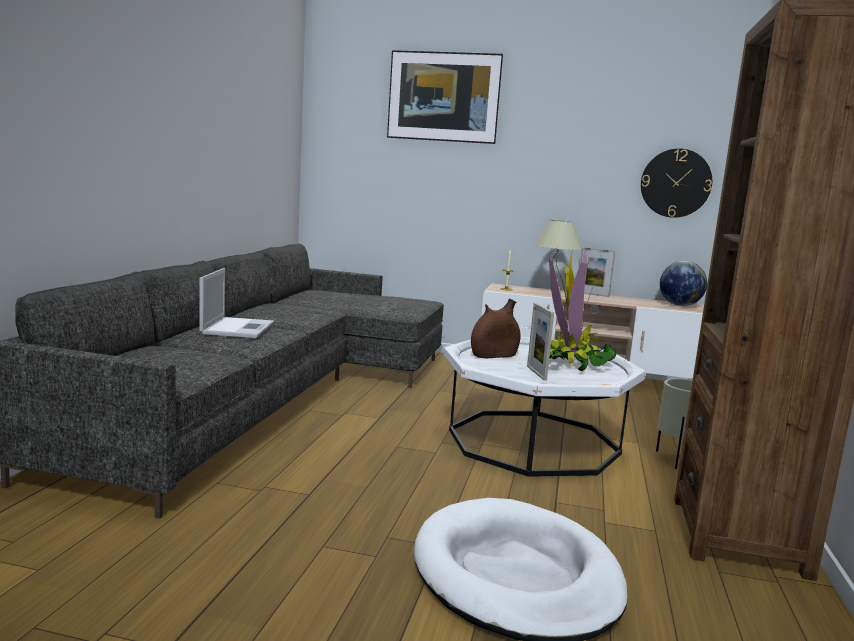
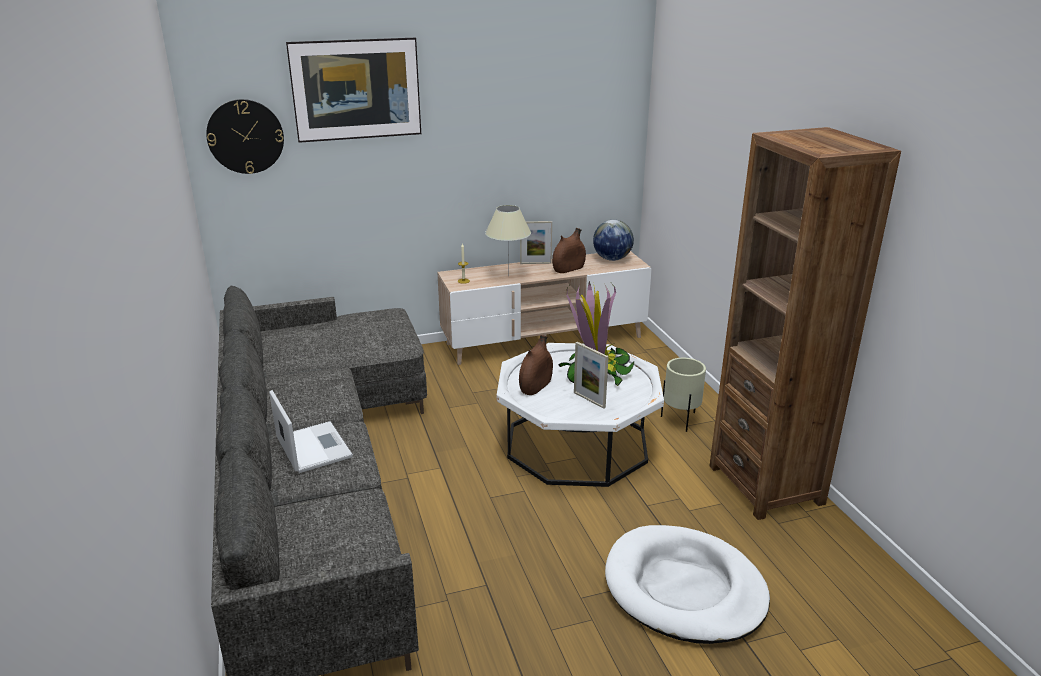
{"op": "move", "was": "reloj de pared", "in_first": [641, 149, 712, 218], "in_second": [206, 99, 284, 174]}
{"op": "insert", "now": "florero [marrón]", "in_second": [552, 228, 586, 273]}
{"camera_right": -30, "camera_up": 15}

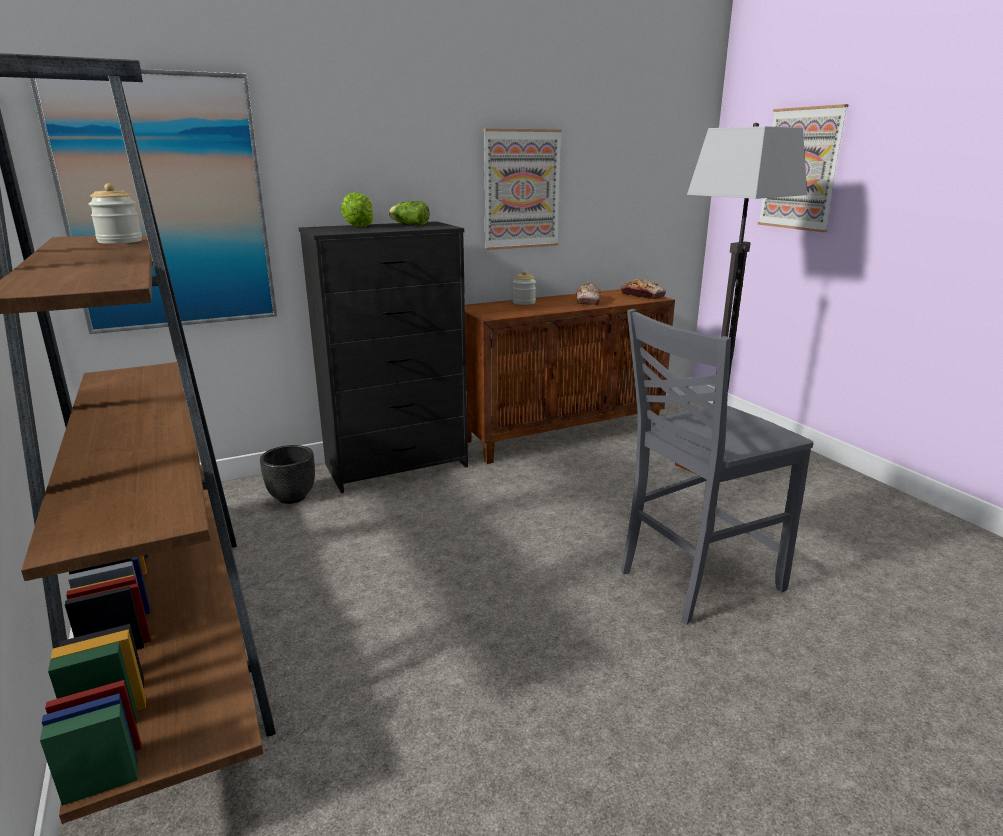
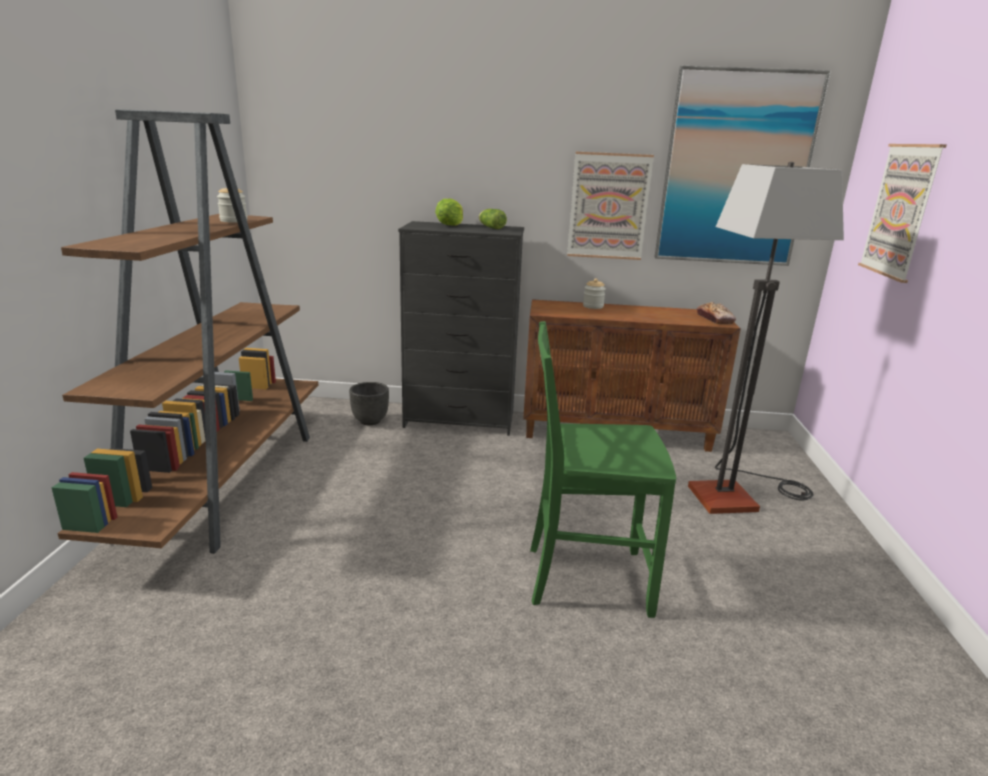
{"op": "move", "was": "cuadro", "in_first": [29, 69, 277, 334], "in_second": [654, 65, 830, 266]}
{"op": "delete", "was": "pan", "in_first": [576, 283, 600, 305]}
{"op": "recolor", "was": "silla [gris]", "now": "silla [verde]", "in_first": [621, 309, 814, 625], "in_second": [530, 321, 676, 618]}
{"camera_right": 30, "camera_up": 0}

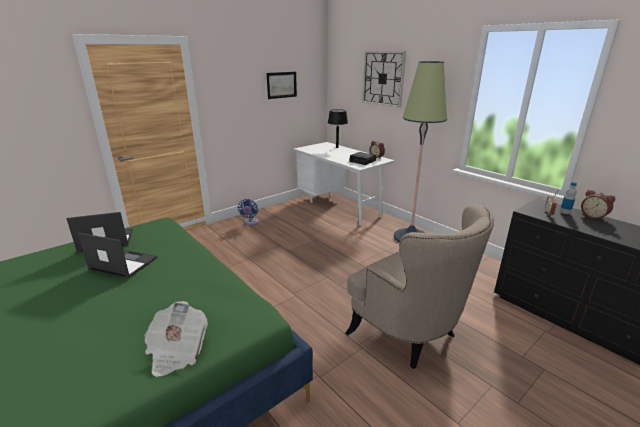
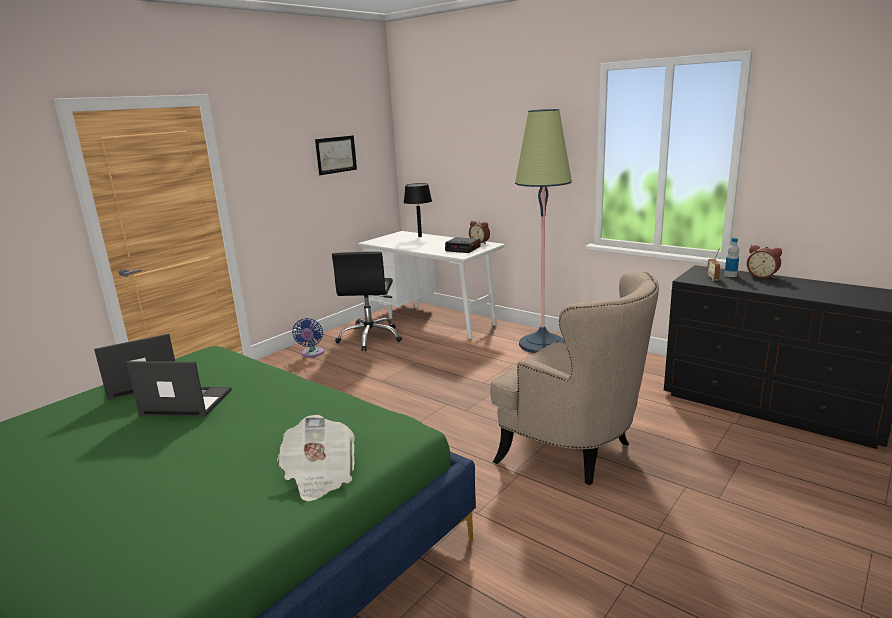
{"op": "delete", "was": "reloj de pared", "in_first": [362, 51, 406, 108]}
{"op": "insert", "now": "silla de oficina [negro]", "in_second": [332, 251, 402, 351]}
{"camera_right": -10, "camera_up": -5}

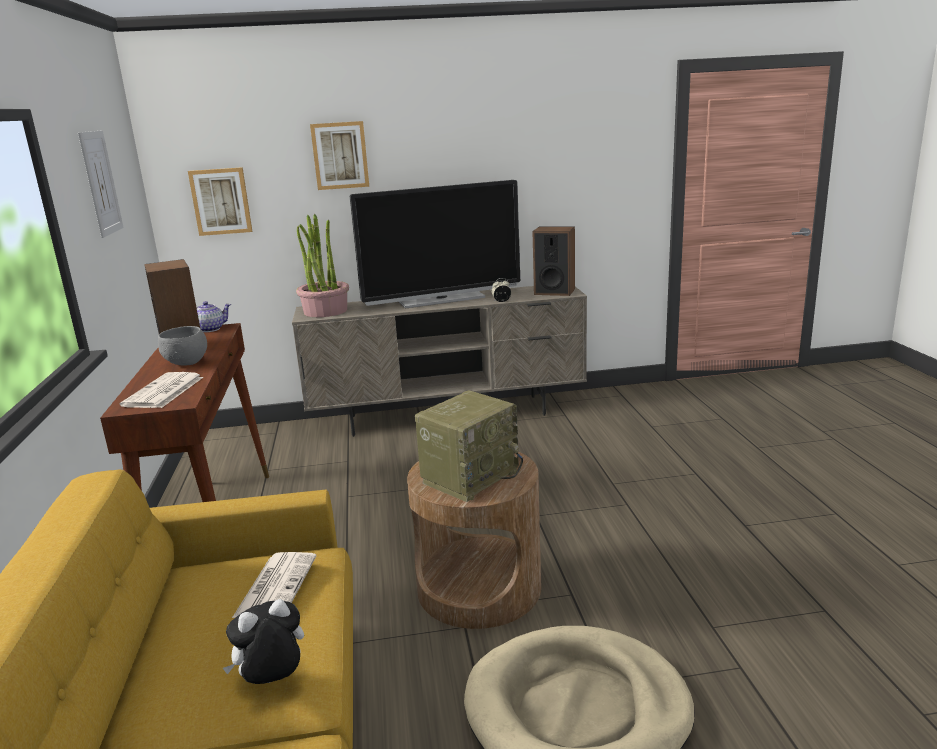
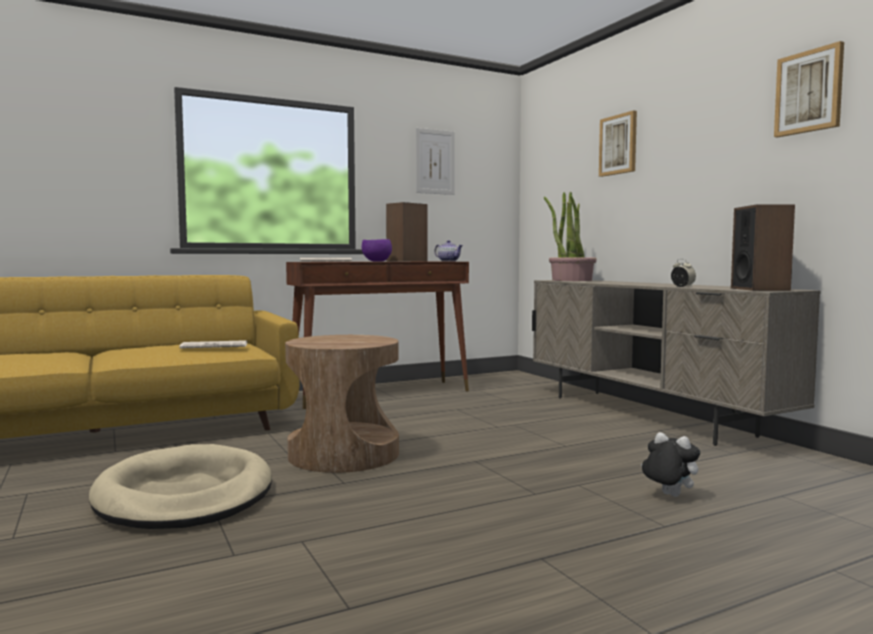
{"op": "move", "was": "cuadro", "in_first": [188, 167, 252, 236], "in_second": [774, 41, 844, 137]}
{"op": "delete", "was": "televisor", "in_first": [350, 180, 520, 309]}
{"op": "recolor", "was": "cuenco [gris]", "now": "cuenco [morado]", "in_first": [158, 326, 207, 366], "in_second": [362, 239, 392, 262]}
{"op": "delete", "was": "radio", "in_first": [415, 390, 523, 502]}
{"op": "move", "was": "peluche", "in_first": [223, 599, 304, 684], "in_second": [641, 432, 700, 497]}
{"camera_right": 70, "camera_up": -15}

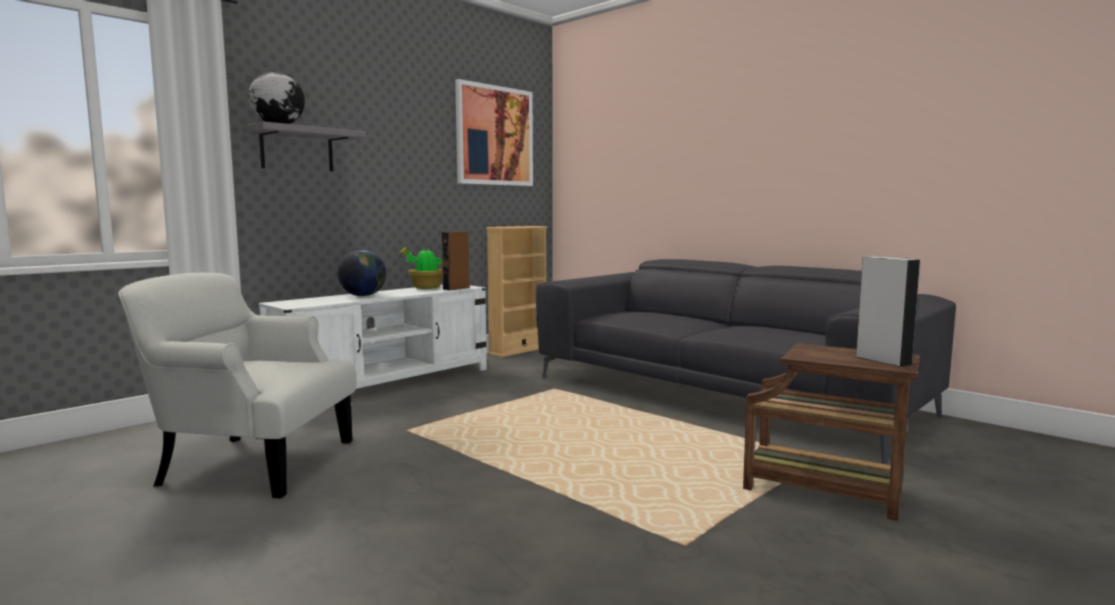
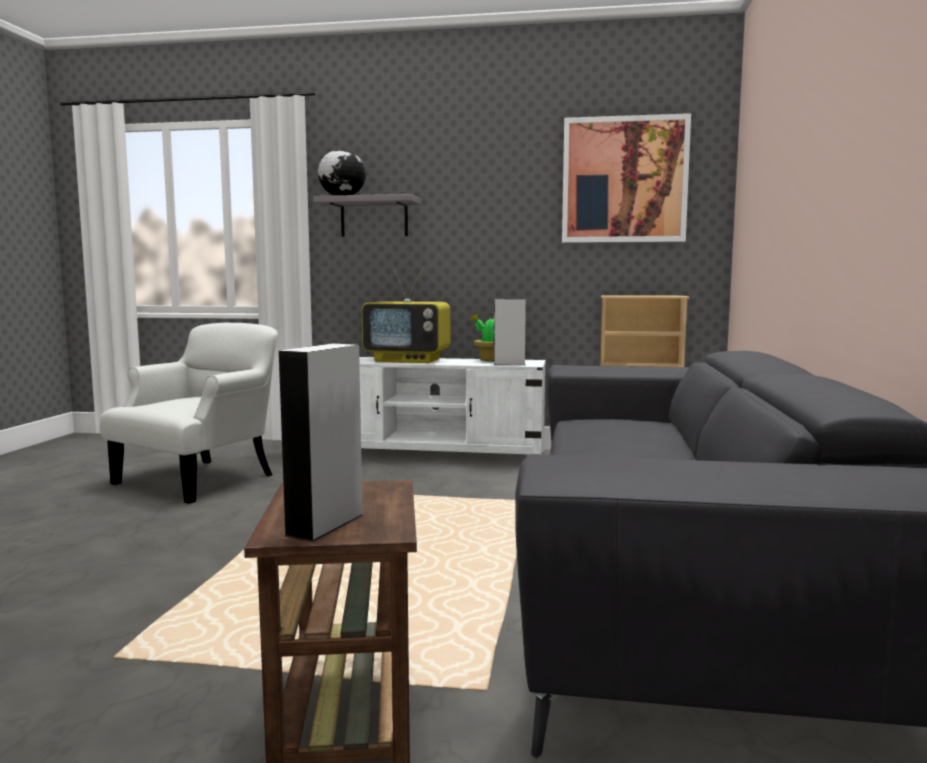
{"op": "recolor", "was": "altavoz [marrón]", "now": "altavoz [gris]", "in_first": [442, 232, 470, 290], "in_second": [494, 299, 526, 365]}
{"op": "replace", "was": "globo terráqueo", "now": "televisor", "in_first": [338, 250, 386, 296], "in_second": [362, 267, 450, 363]}
{"op": "rotate", "was": "sillón [blanco]", "in_first": [118, 273, 357, 498], "in_second": [100, 323, 278, 504], "clockwise": 60}
{"camera_right": 55, "camera_up": 0}

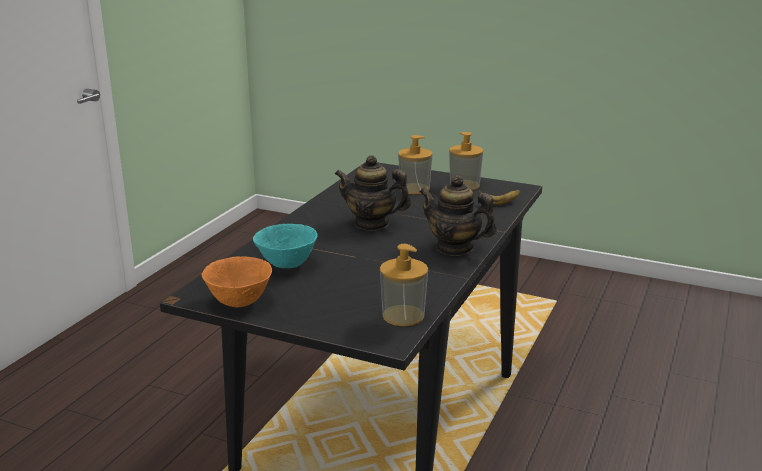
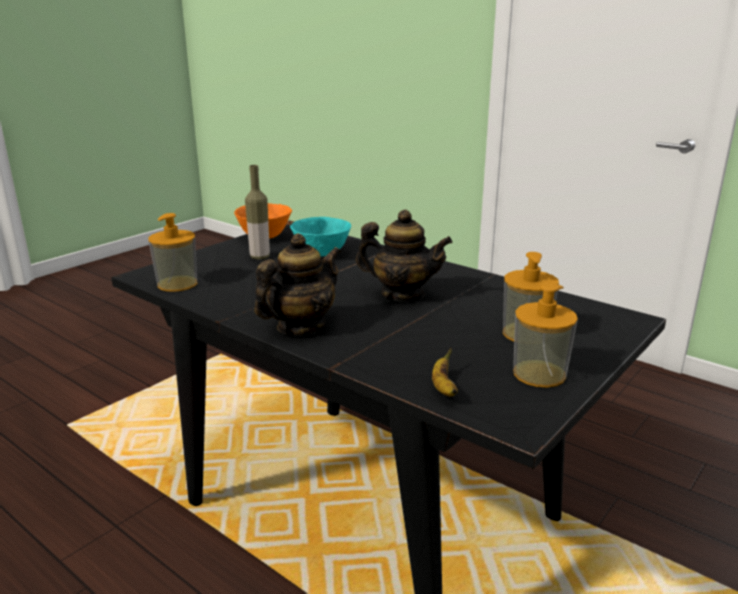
{"op": "rotate", "was": "tetera", "in_first": [335, 155, 411, 231], "in_second": [356, 210, 452, 301], "clockwise": 75}
{"op": "insert", "now": "botella", "in_second": [245, 165, 270, 259]}
{"camera_right": 105, "camera_up": 0}

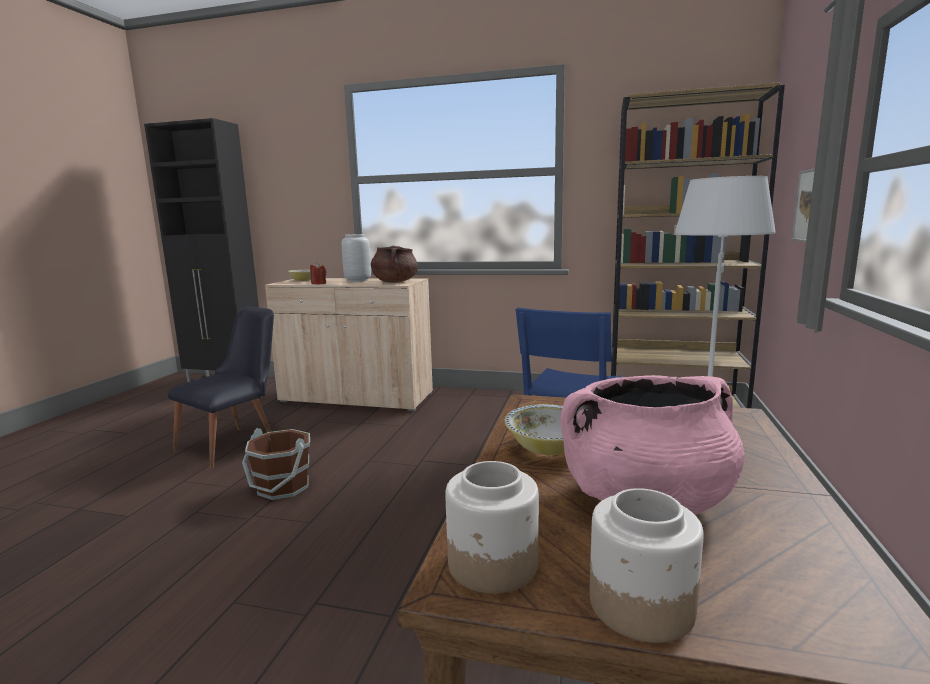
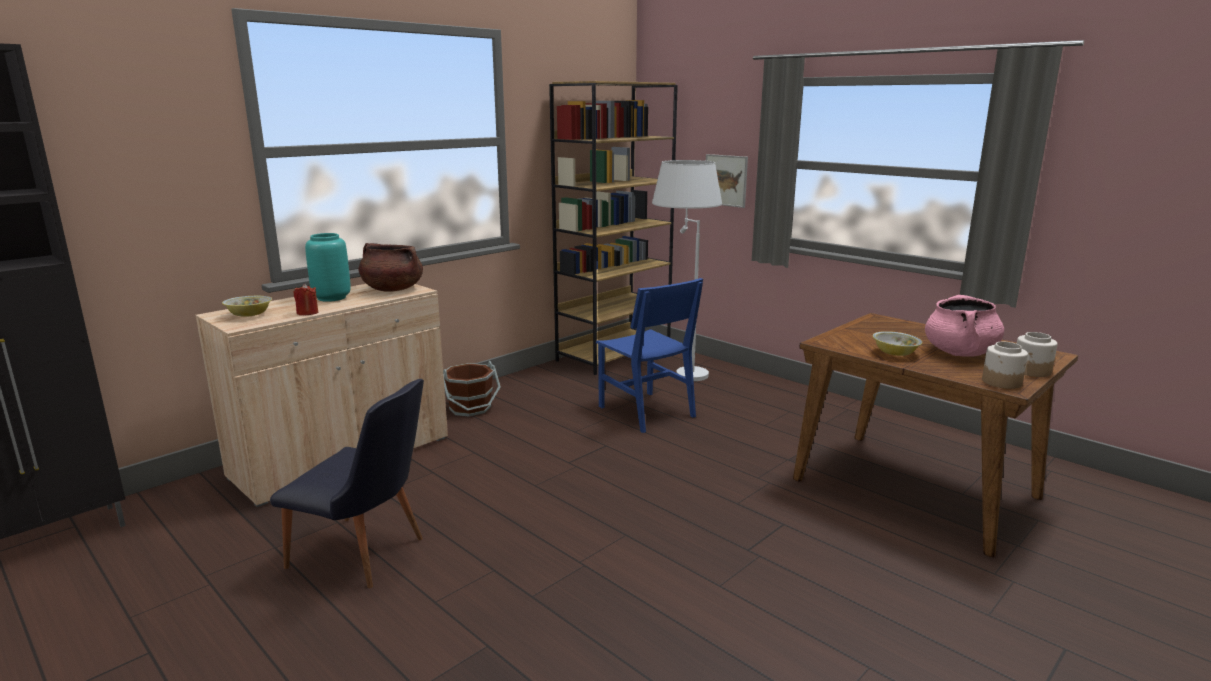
{"op": "recolor", "was": "florero [gris]", "now": "florero [turquesa]", "in_first": [342, 234, 371, 282], "in_second": [305, 233, 351, 302]}
{"op": "rotate", "was": "silla [negro]", "in_first": [167, 306, 274, 469], "in_second": [270, 379, 424, 588], "clockwise": 135}
{"op": "move", "was": "cubo [marrón]", "in_first": [242, 428, 310, 500], "in_second": [443, 361, 501, 417]}
{"camera_right": -60, "camera_up": 5}

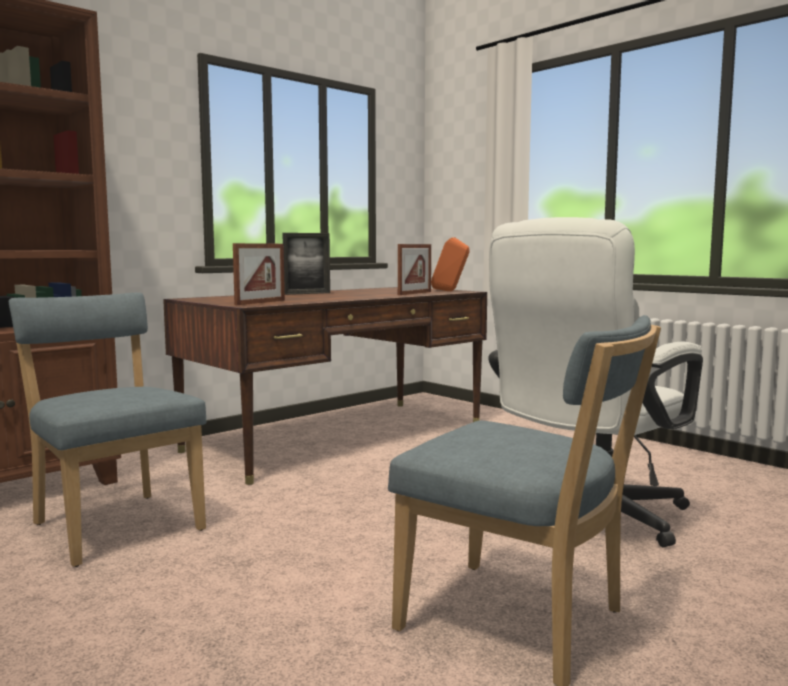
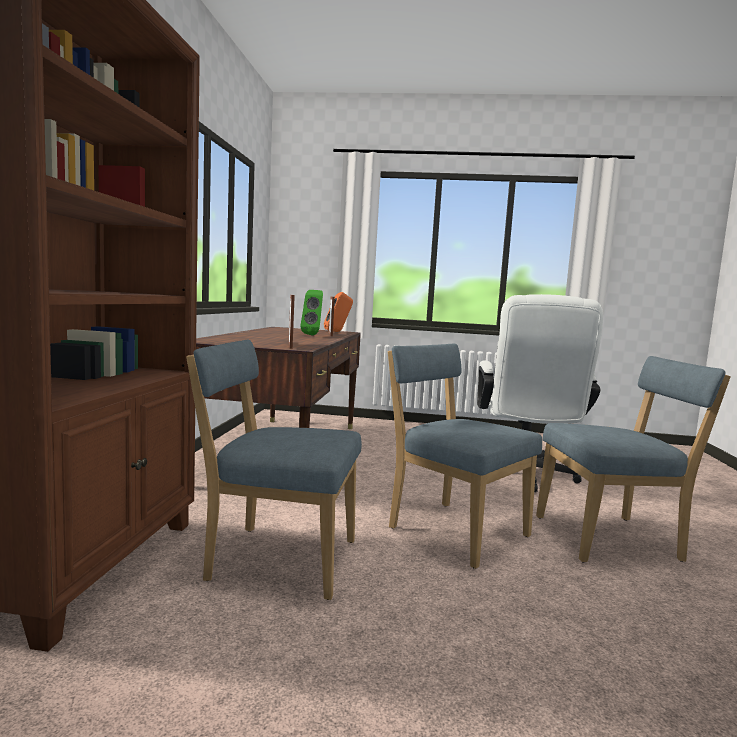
{"op": "delete", "was": "portarretratos", "in_first": [283, 233, 330, 295]}
{"op": "insert", "now": "altavoz [verde]", "in_second": [301, 290, 323, 336]}
{"op": "insert", "now": "silla [azul]", "in_second": [388, 344, 542, 569]}
{"camera_right": -40, "camera_up": 0}

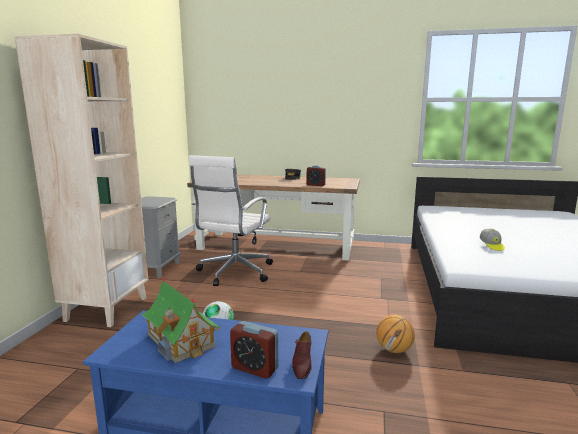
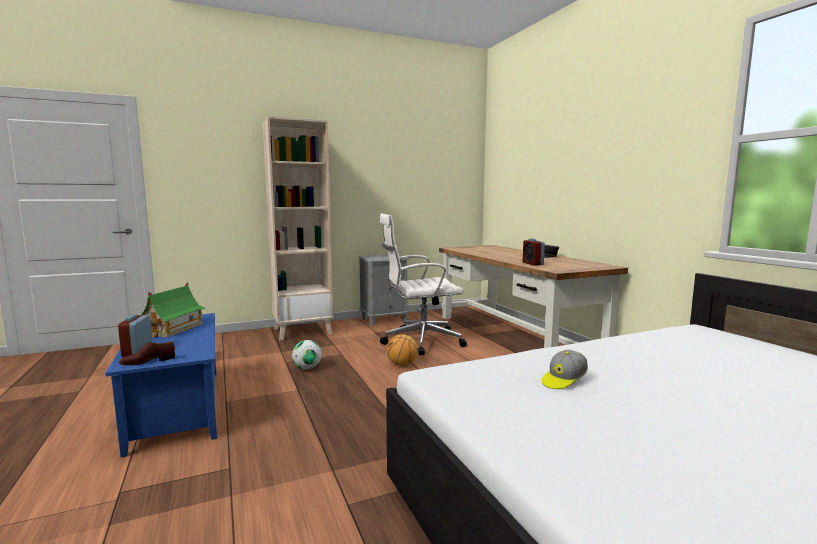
{"op": "move", "was": "balón de baloncesto", "in_first": [376, 315, 415, 353], "in_second": [387, 334, 418, 366]}
{"camera_right": 55, "camera_up": -5}

